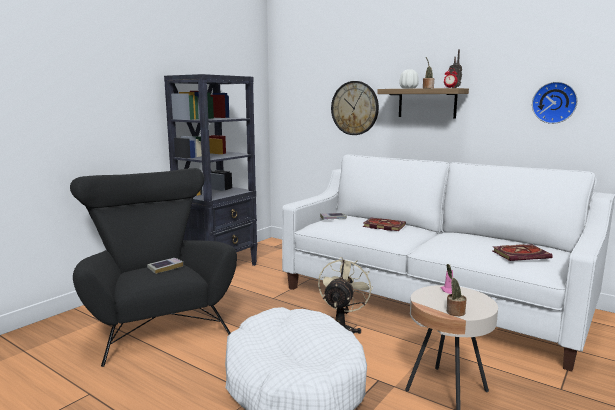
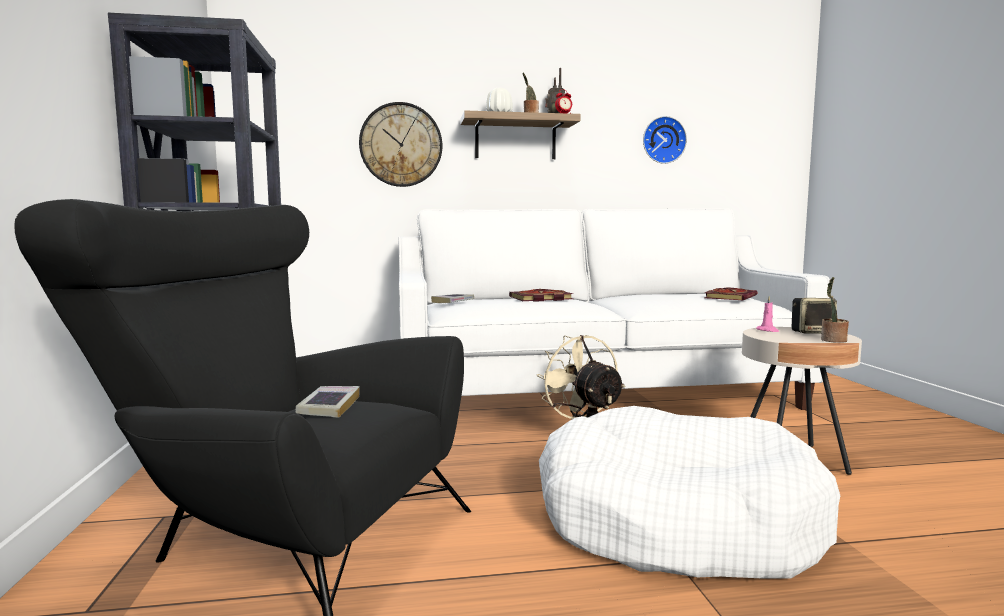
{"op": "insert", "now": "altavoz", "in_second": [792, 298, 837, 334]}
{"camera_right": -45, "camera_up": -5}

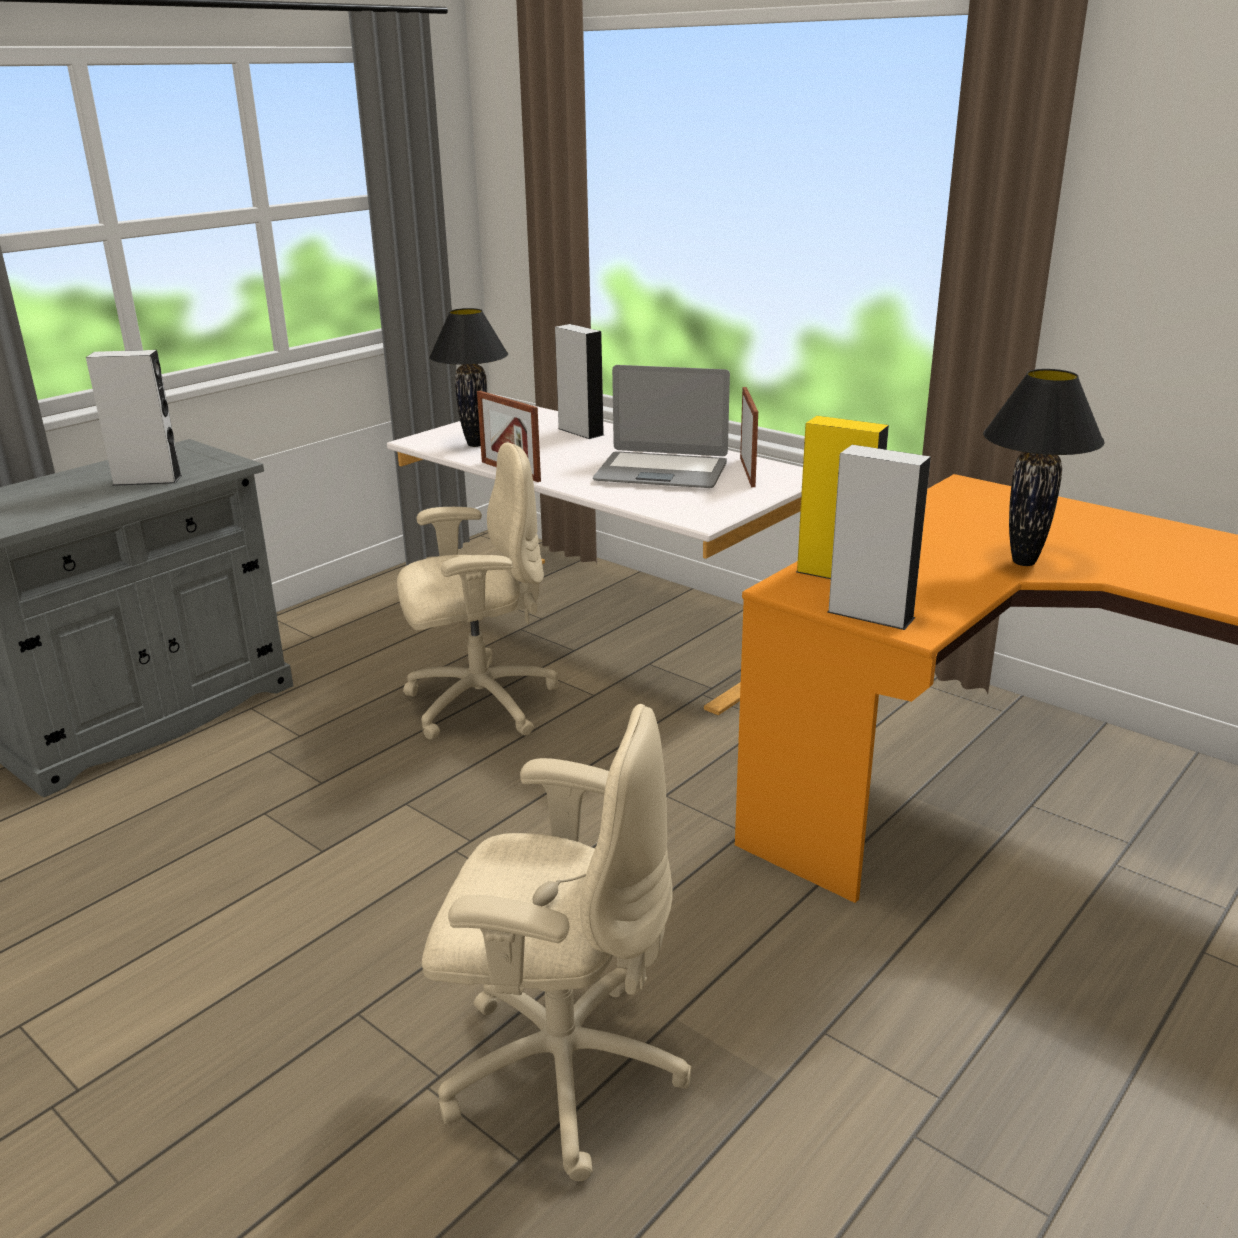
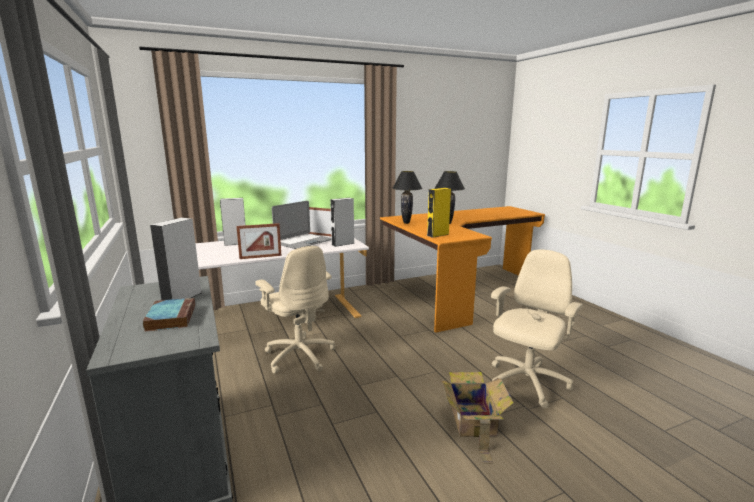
{"op": "move", "was": "lámpara de mesa [negro]", "in_first": [429, 308, 508, 447], "in_second": [392, 171, 422, 224]}
{"op": "rotate", "was": "silla de oficina [beis]", "in_first": [397, 442, 559, 740], "in_second": [255, 246, 335, 374], "clockwise": 135}
{"op": "move", "was": "altavoz [gris]", "in_first": [827, 445, 931, 630], "in_second": [330, 198, 355, 247]}
{"op": "insert", "now": "libro", "in_second": [143, 298, 195, 332]}
{"op": "insert", "now": "caja de cartón", "in_second": [440, 372, 514, 463]}
{"camera_right": -65, "camera_up": -10}

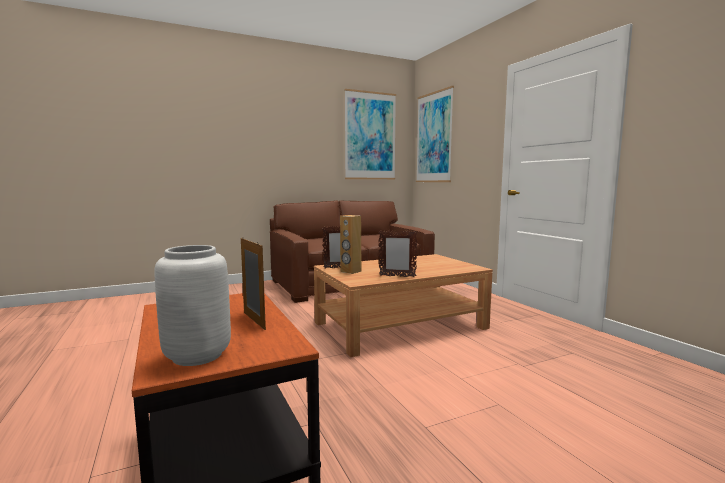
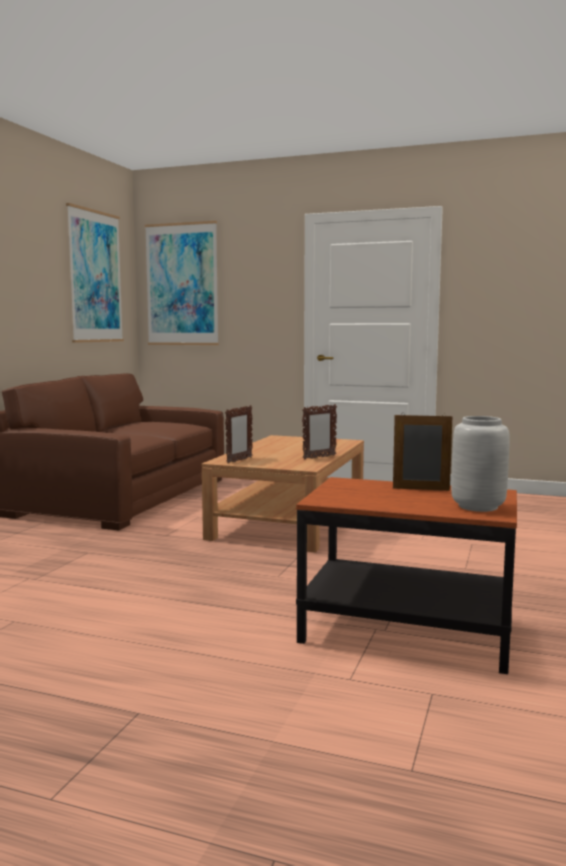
{"op": "delete", "was": "altavoz [marrón]", "in_first": [340, 215, 362, 274]}
{"camera_right": -45, "camera_up": 0}

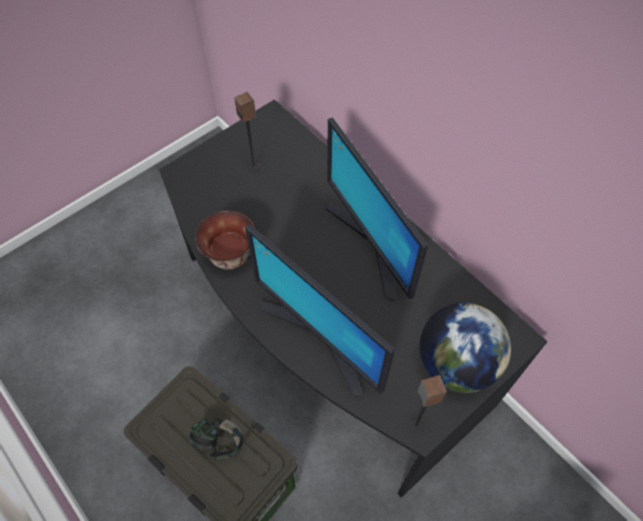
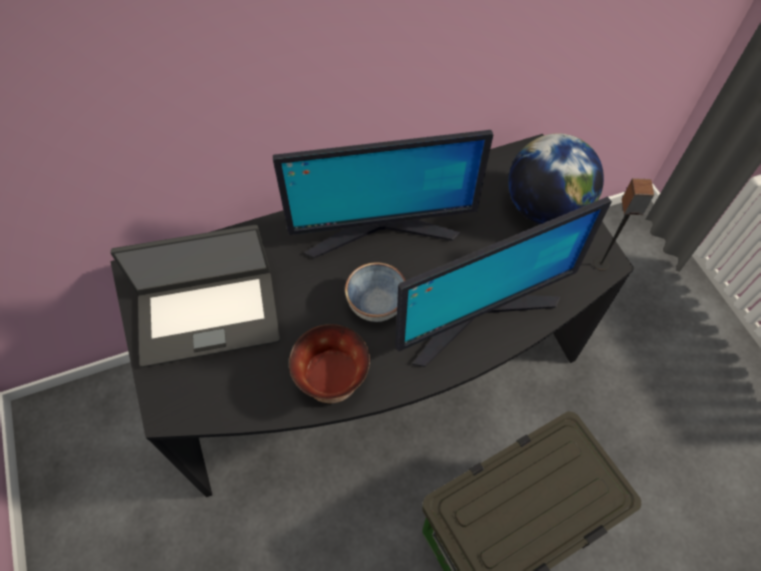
{"op": "replace", "was": "altavoz", "now": "portátil", "in_first": [234, 92, 260, 171], "in_second": [111, 225, 280, 367]}
{"op": "delete", "was": "auriculares", "in_first": [189, 418, 243, 460]}
{"op": "insert", "now": "cuenco", "in_second": [345, 262, 406, 322]}
{"camera_right": -70, "camera_up": 0}

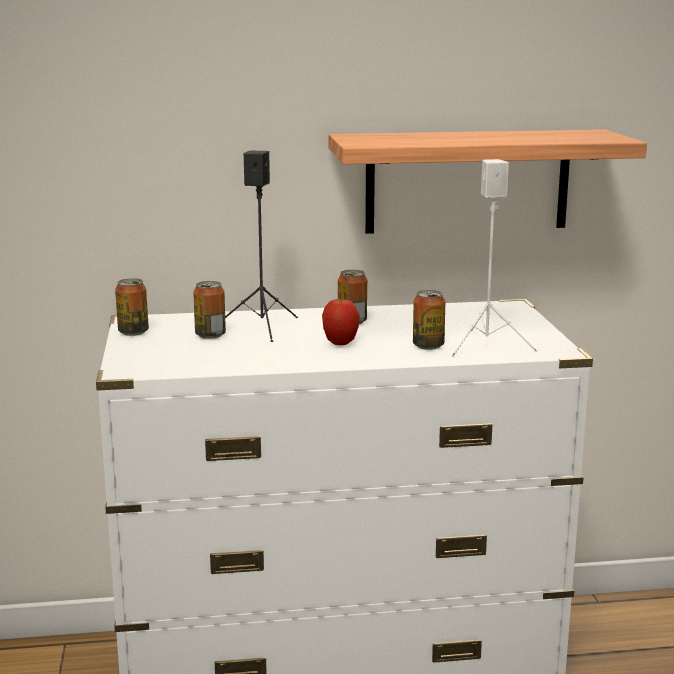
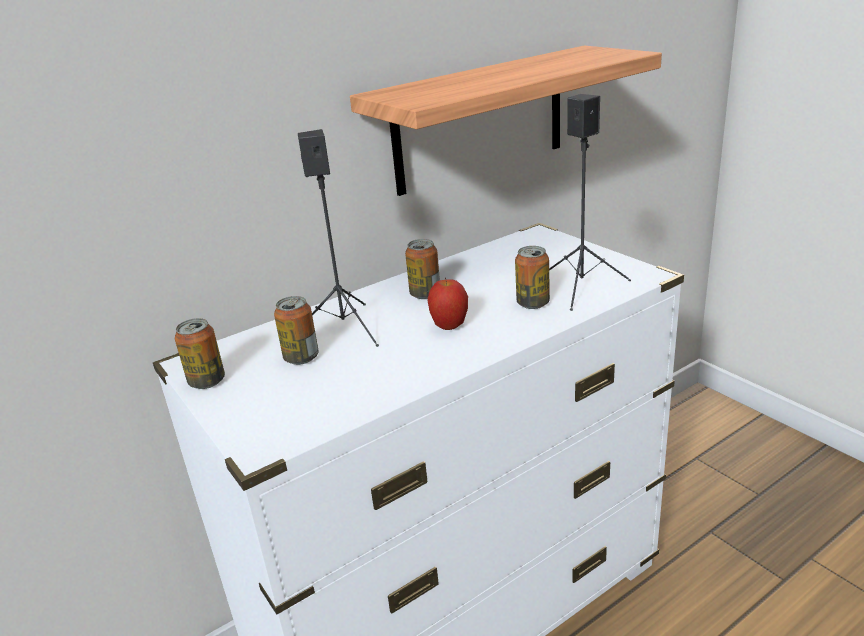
{"op": "recolor", "was": "altavoz [blanco]", "now": "altavoz [negro]", "in_first": [451, 159, 537, 357], "in_second": [549, 94, 631, 311]}
{"camera_right": -25, "camera_up": 10}

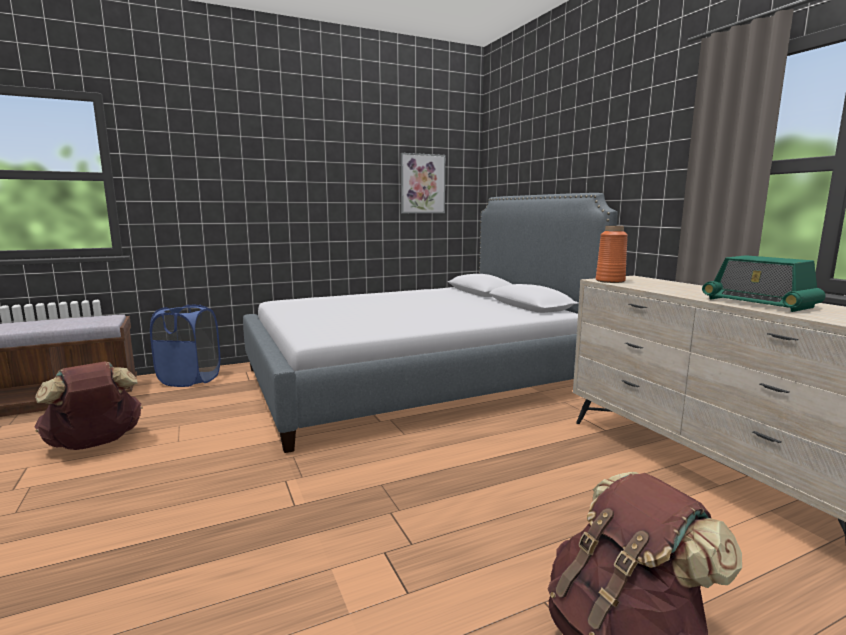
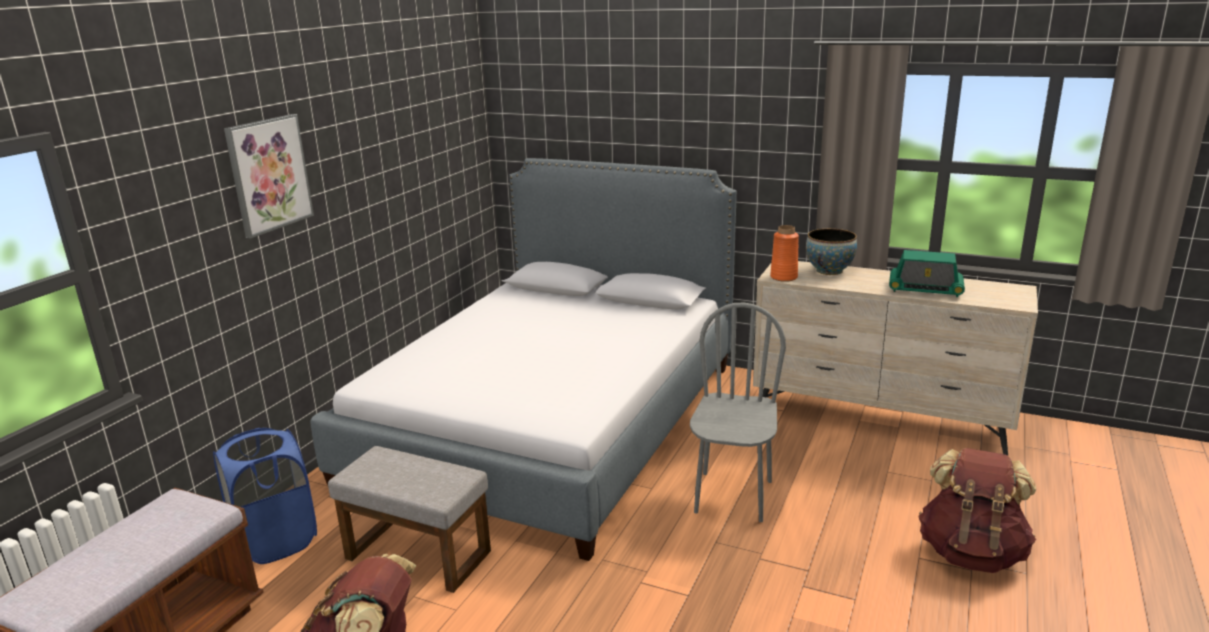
{"op": "move", "was": "cuadro", "in_first": [401, 153, 445, 213], "in_second": [224, 114, 314, 238]}
{"op": "insert", "now": "cuenco", "in_second": [806, 229, 857, 275]}
{"op": "insert", "now": "silla [gris]", "in_second": [690, 303, 786, 522]}
{"op": "insert", "now": "puf [gris]", "in_second": [328, 446, 491, 593]}
{"camera_right": -40, "camera_up": 10}

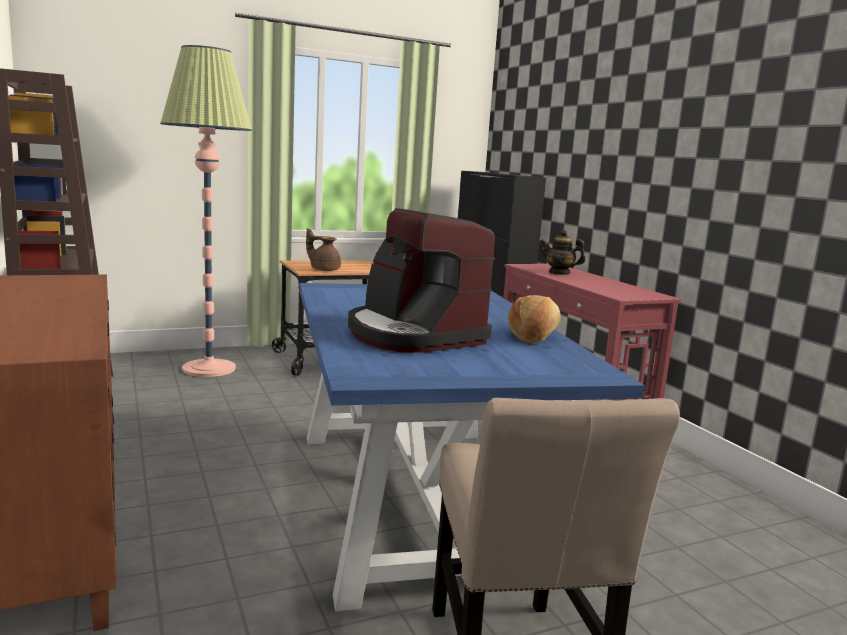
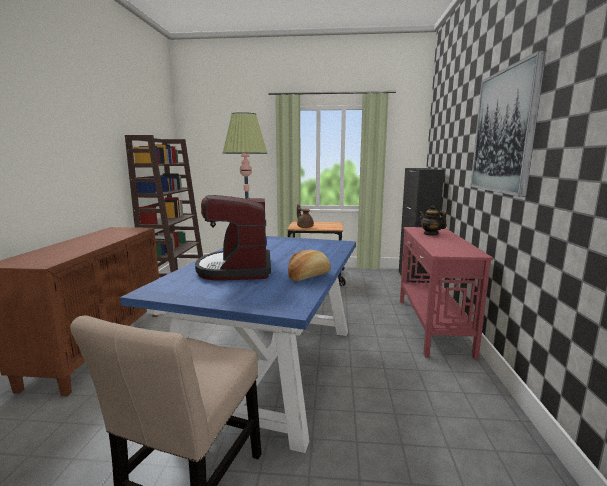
{"op": "insert", "now": "cuadro", "in_second": [470, 50, 547, 197]}
{"camera_right": 30, "camera_up": 0}

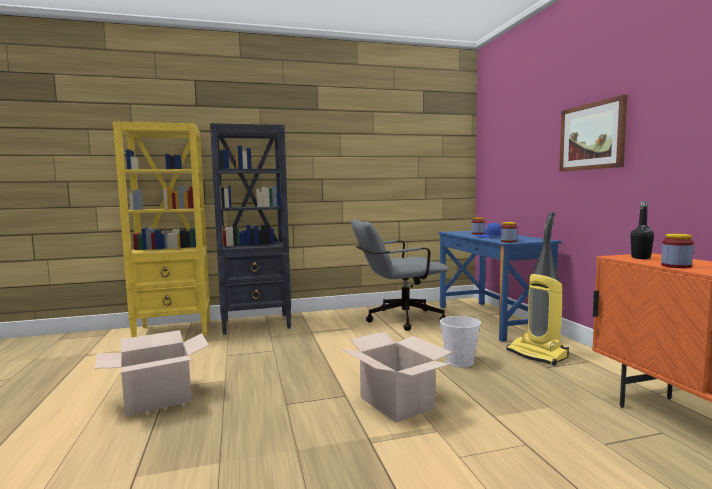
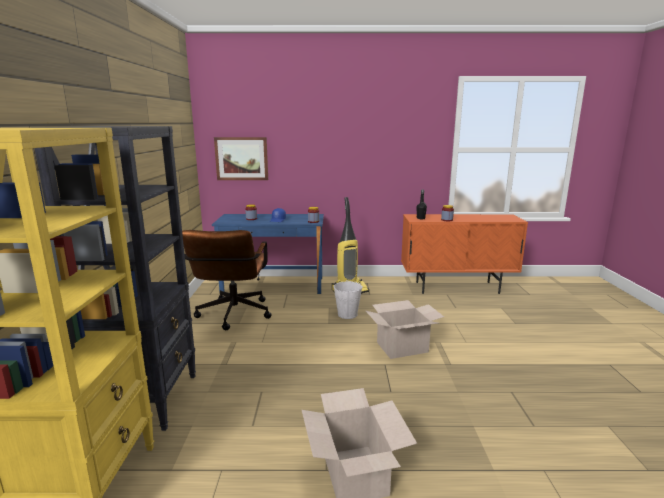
{"op": "move", "was": "cuadro", "in_first": [559, 95, 628, 172], "in_second": [214, 137, 268, 180]}
{"op": "recolor", "was": "silla de oficina [gris]", "now": "silla de oficina [marrón]", "in_first": [351, 219, 449, 331], "in_second": [182, 230, 271, 330]}
{"camera_right": -75, "camera_up": 10}

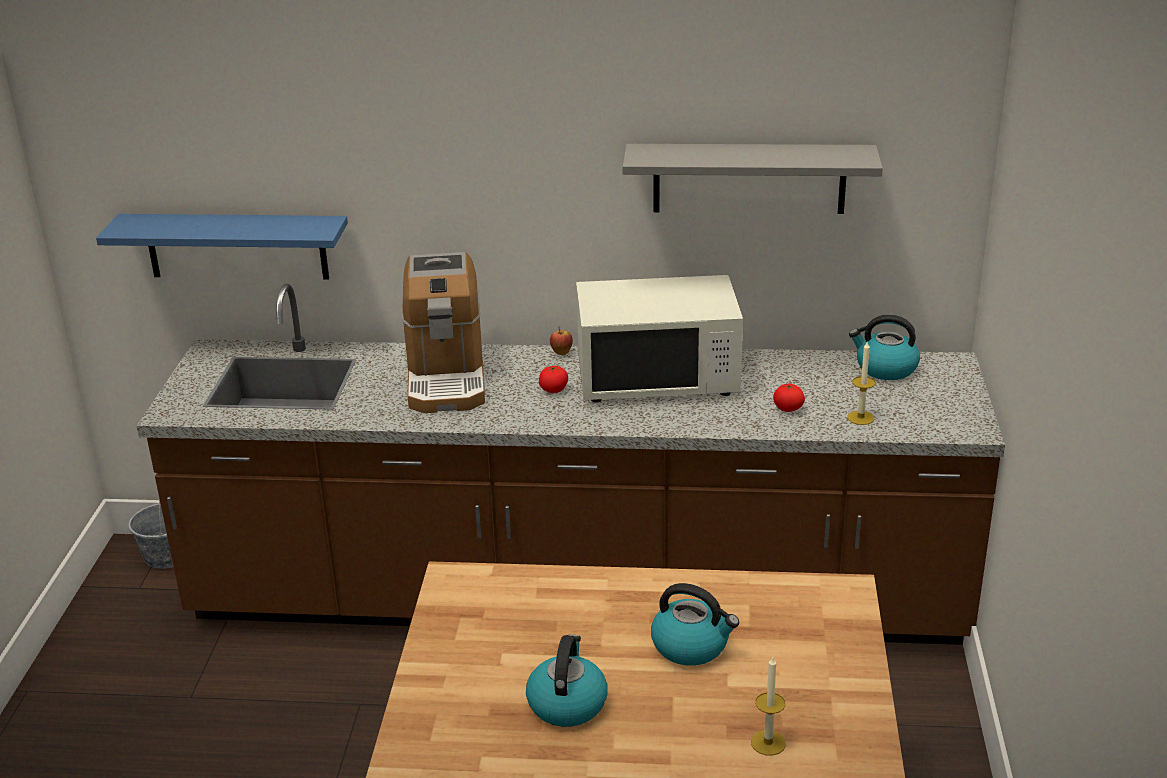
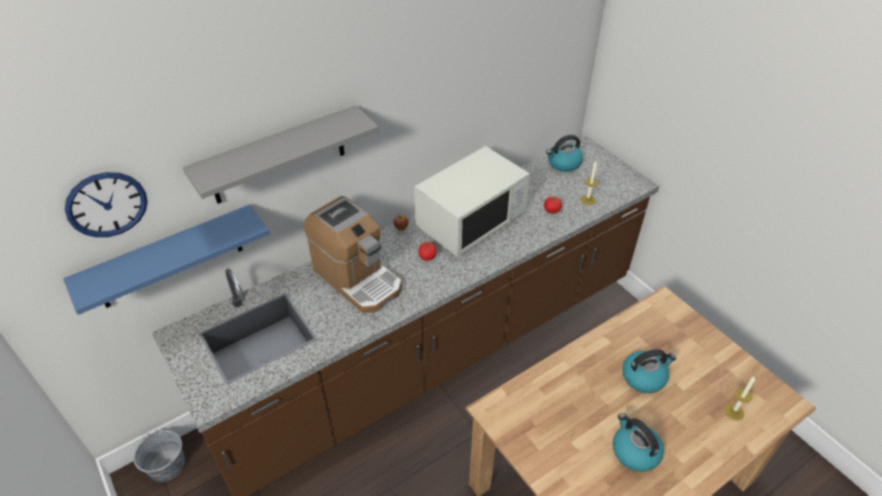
{"op": "move", "was": "estante [gris]", "in_first": [622, 144, 883, 214], "in_second": [183, 105, 379, 204]}
{"op": "insert", "now": "reloj de pared", "in_second": [65, 172, 148, 237]}
{"camera_right": -40, "camera_up": 15}

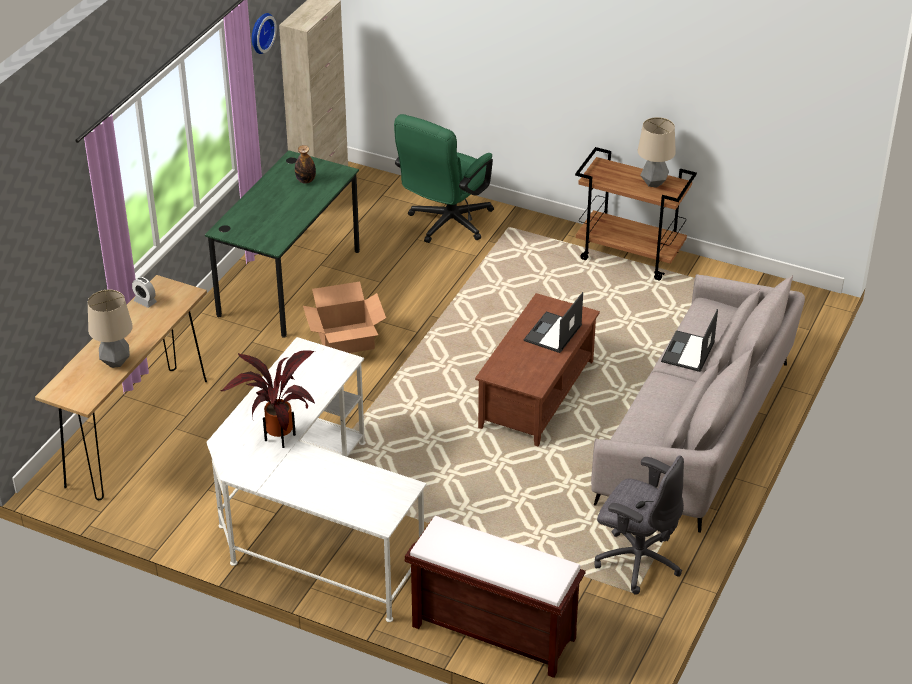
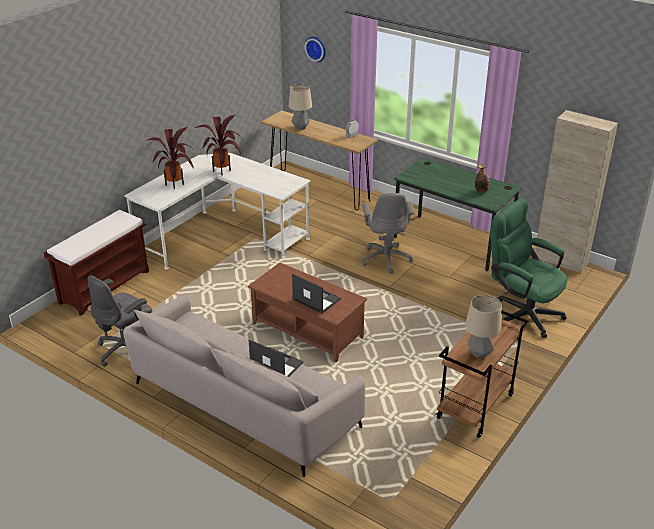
{"op": "move", "was": "reloj de pared", "in_first": [252, 13, 277, 54], "in_second": [305, 37, 326, 62]}
{"op": "replace", "was": "caja de cartón", "now": "silla de oficina [gris]", "in_first": [303, 281, 386, 353], "in_second": [362, 193, 414, 274]}
{"op": "insert", "now": "planta en maceta", "in_second": [146, 127, 194, 189]}
{"camera_right": 100, "camera_up": -5}

